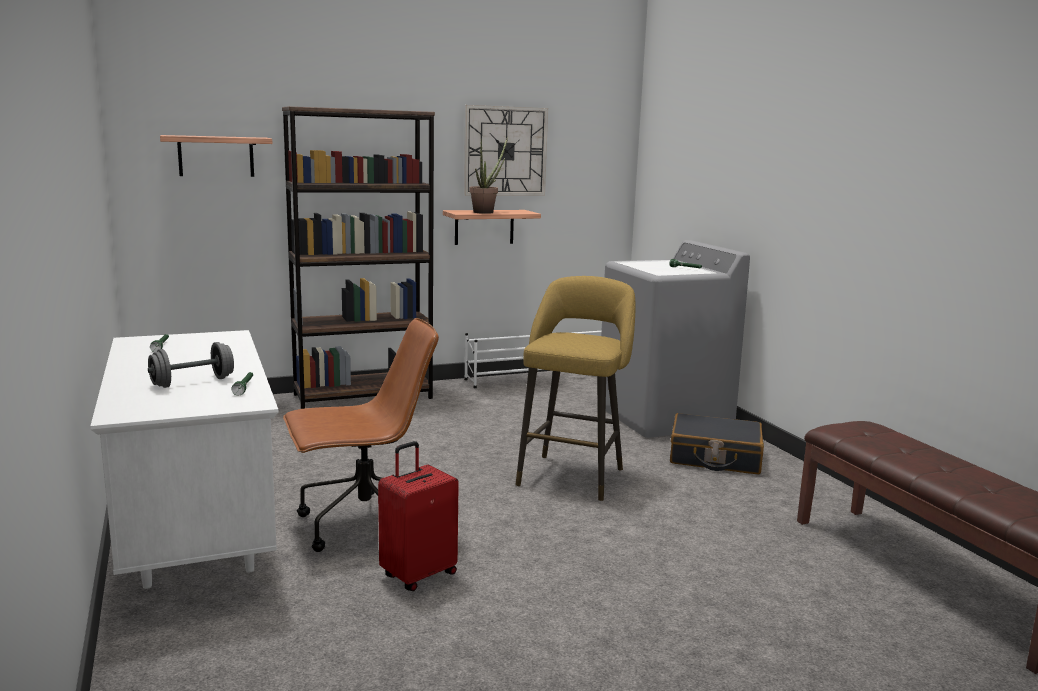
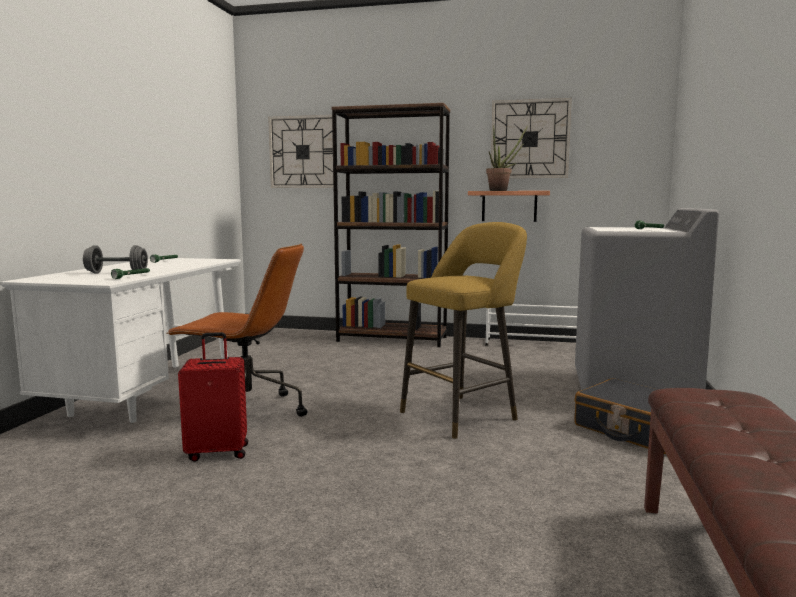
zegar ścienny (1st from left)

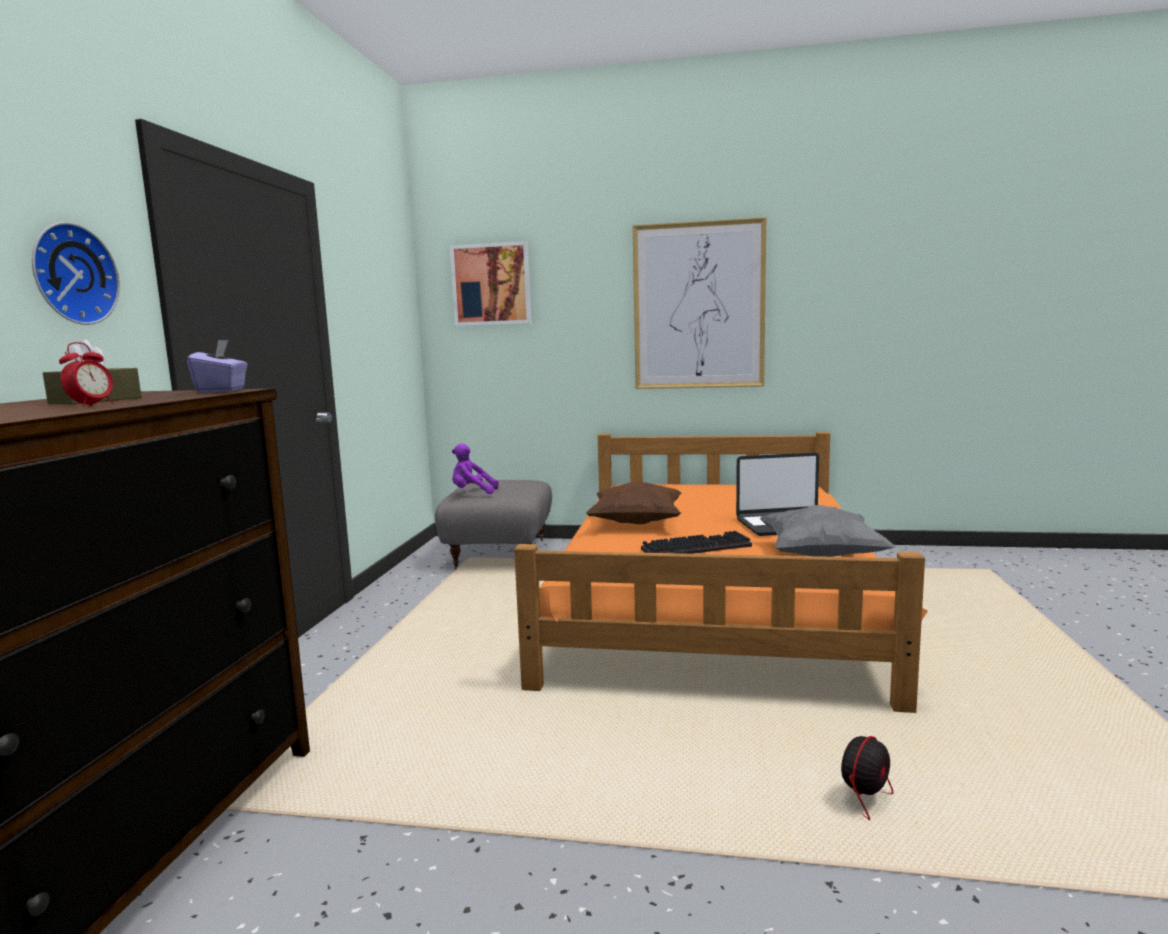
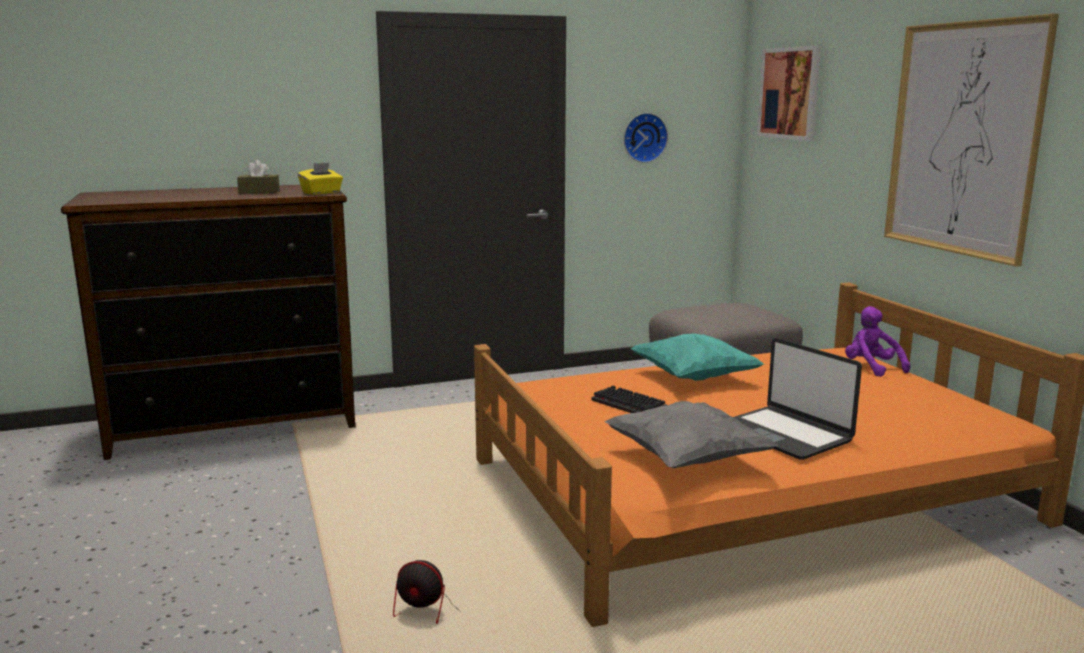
pudełko chusteczek [żółty]; zegar ścienny; poduszka [turkusowy]; pluszak [fioletowy]; budzik

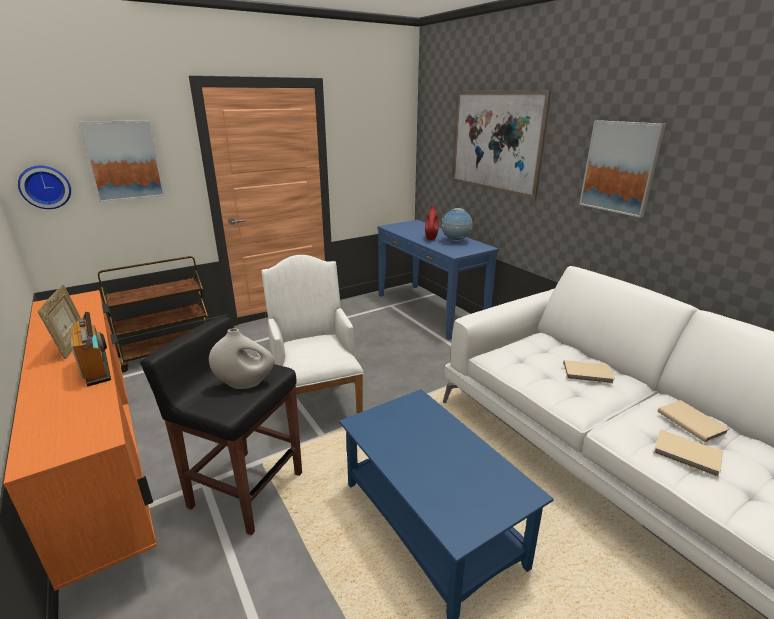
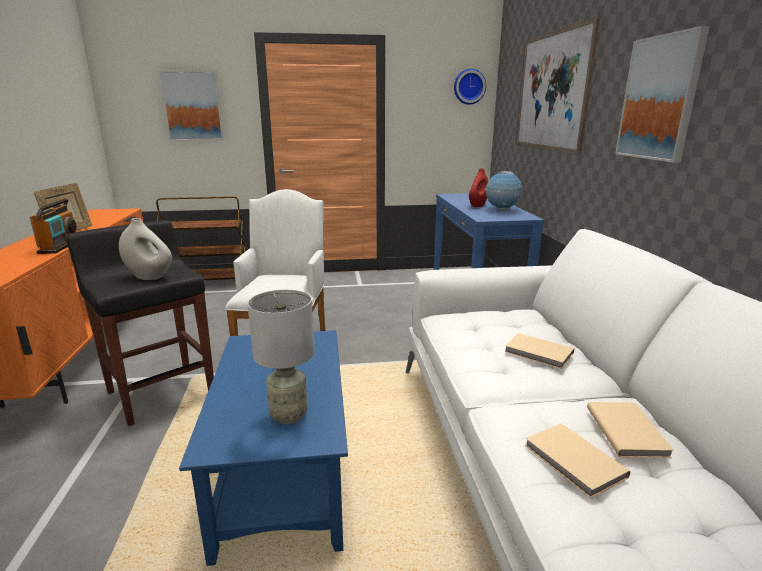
lampa stołowa [szary]; zegar ścienny

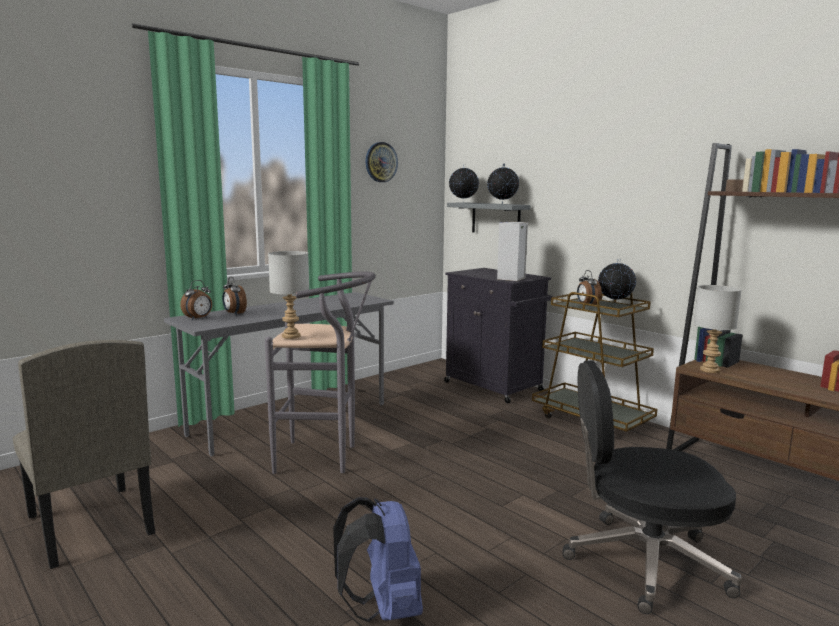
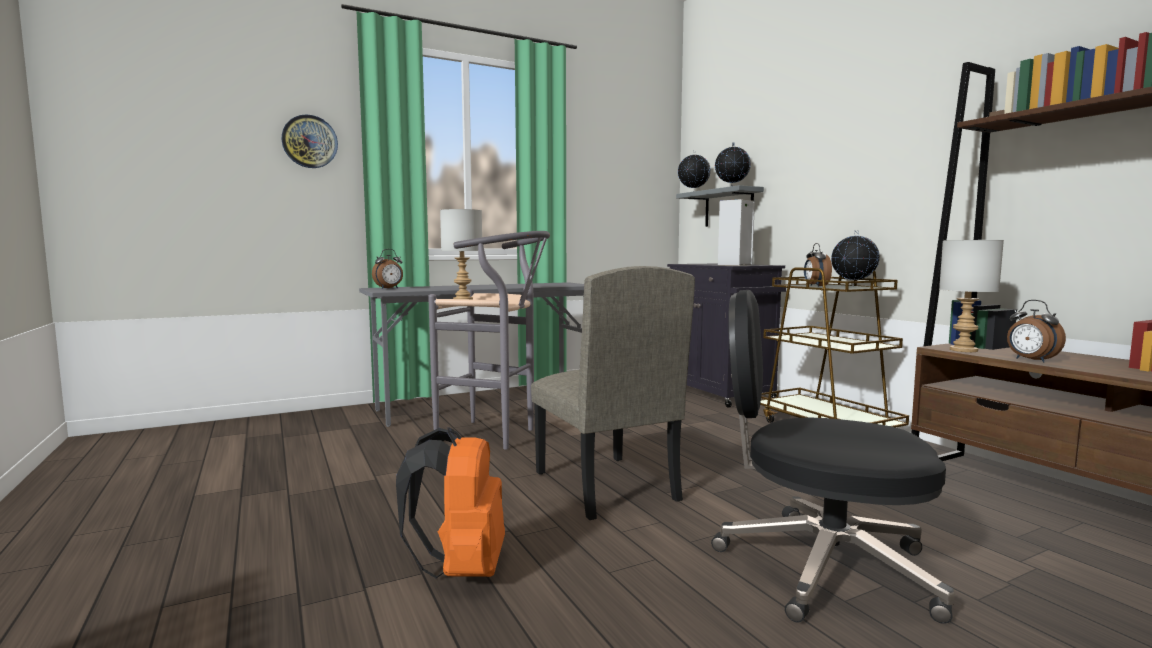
zegar ścienny; plecak [pomarańczowy]; krzesło [beżowy]; budzik (3rd from left)

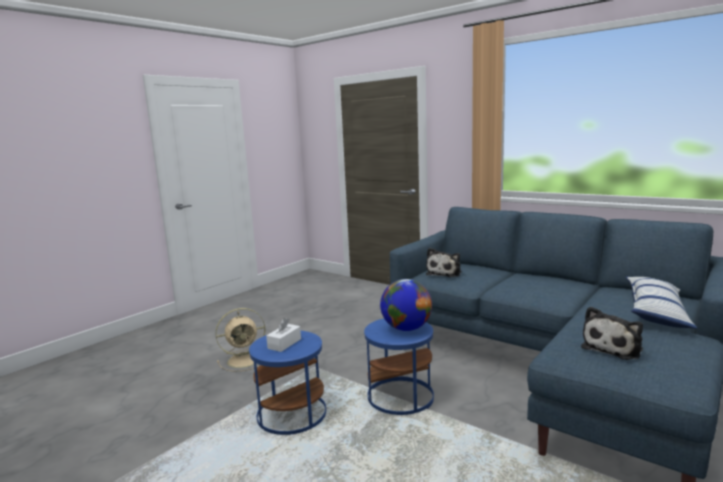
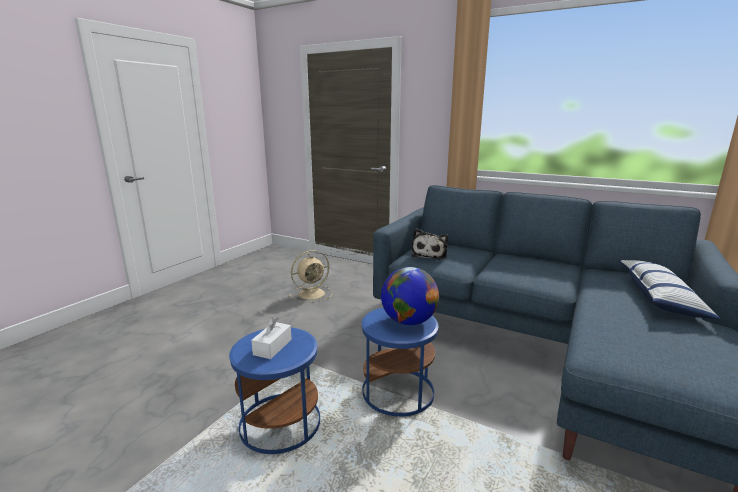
wentylator [beżowy]; pluszak (2nd from left in the first image)

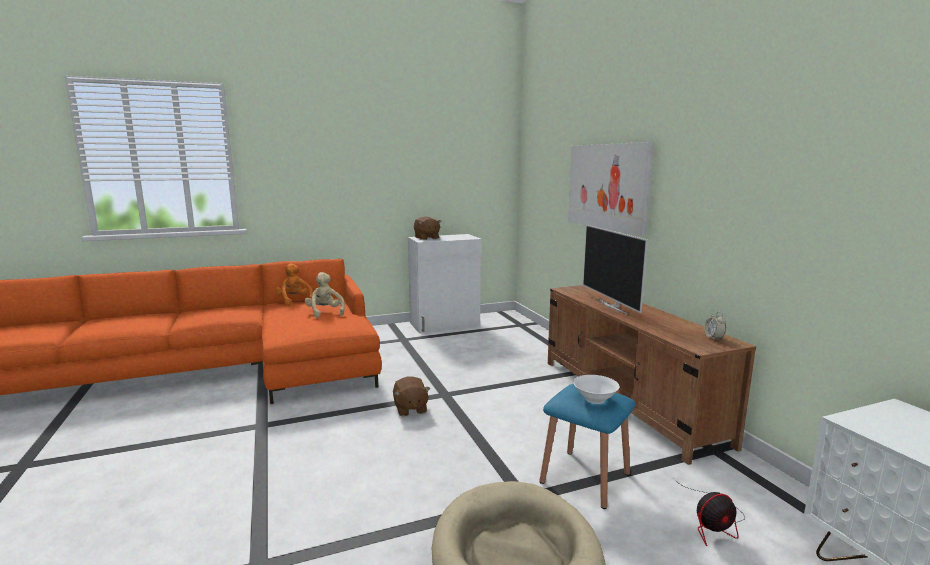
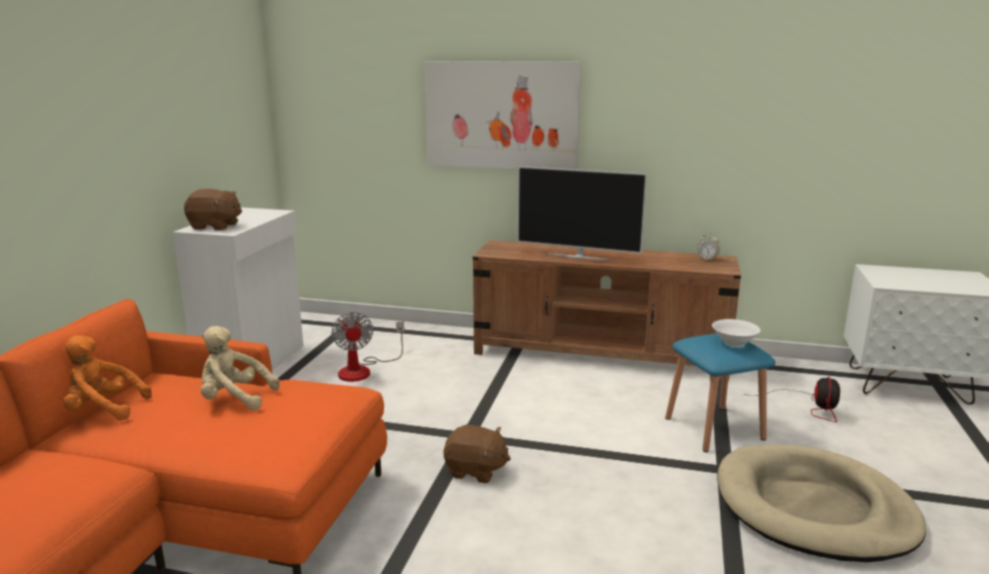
wentylator (1st from left)

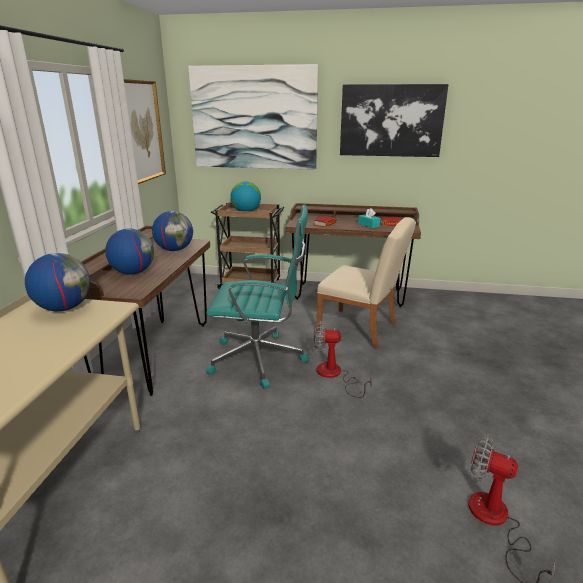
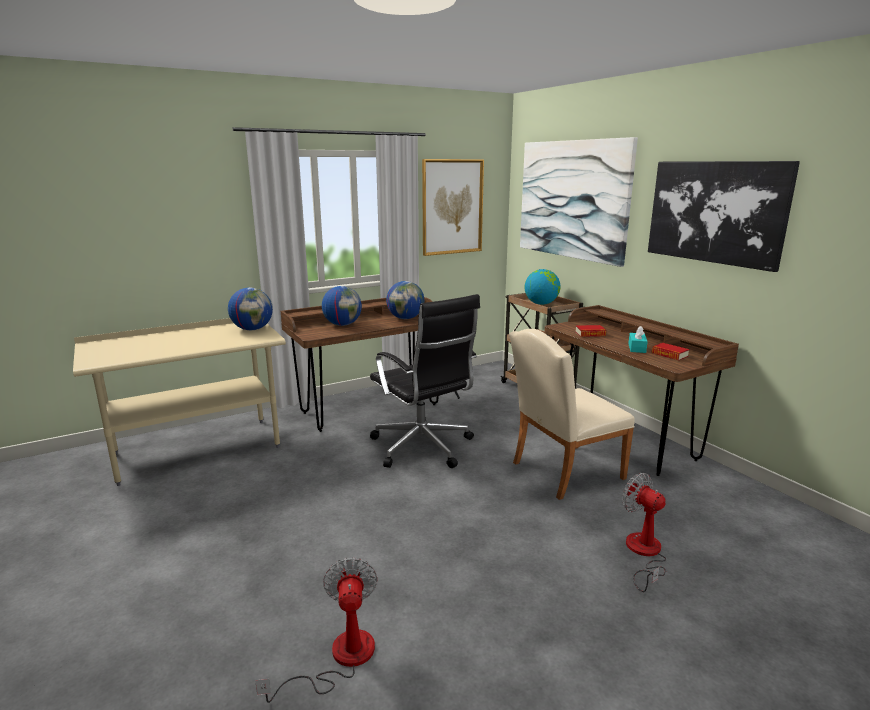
krzesło biurowe [czarny]; krzesło [beżowy]; wentylator (2nd from left)

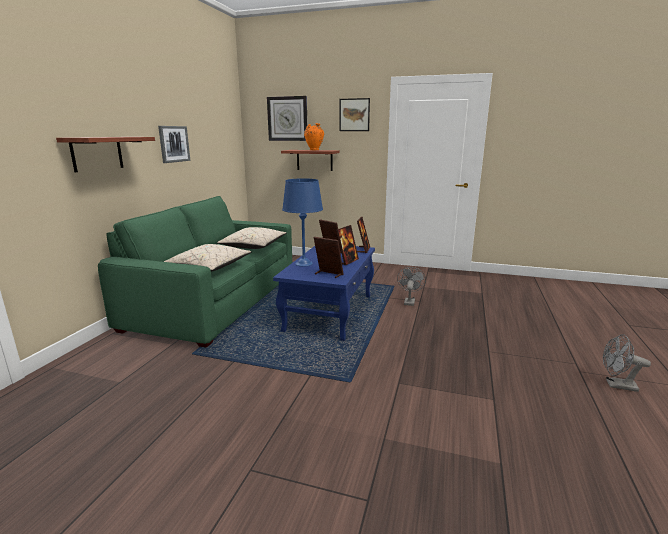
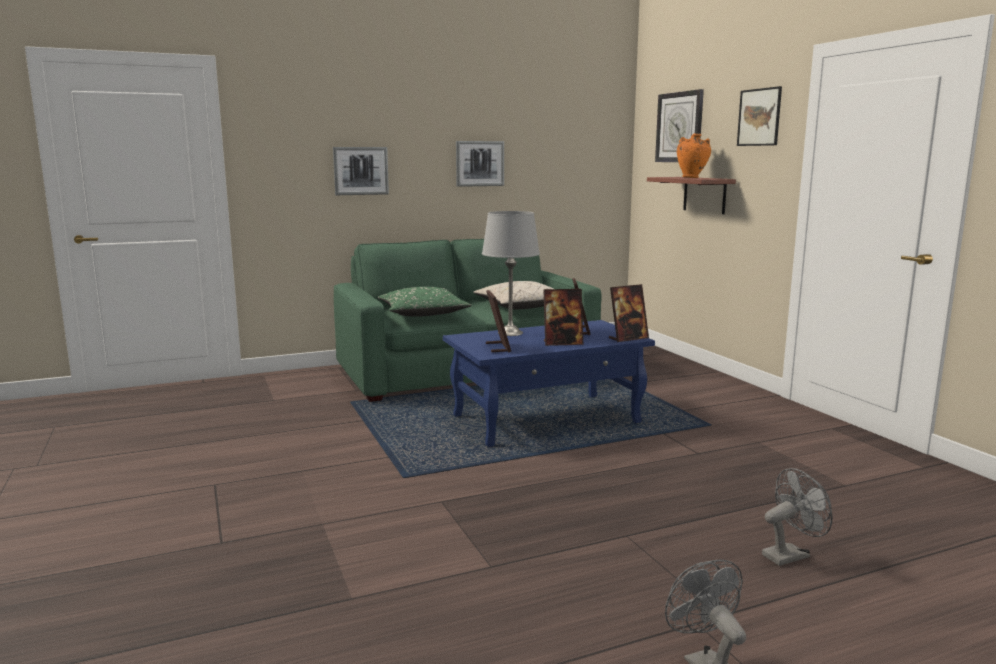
obraz (1st from left); poduszka [zielony]; lampa stołowa [szary]; wentylator [szary] (2nd from left)

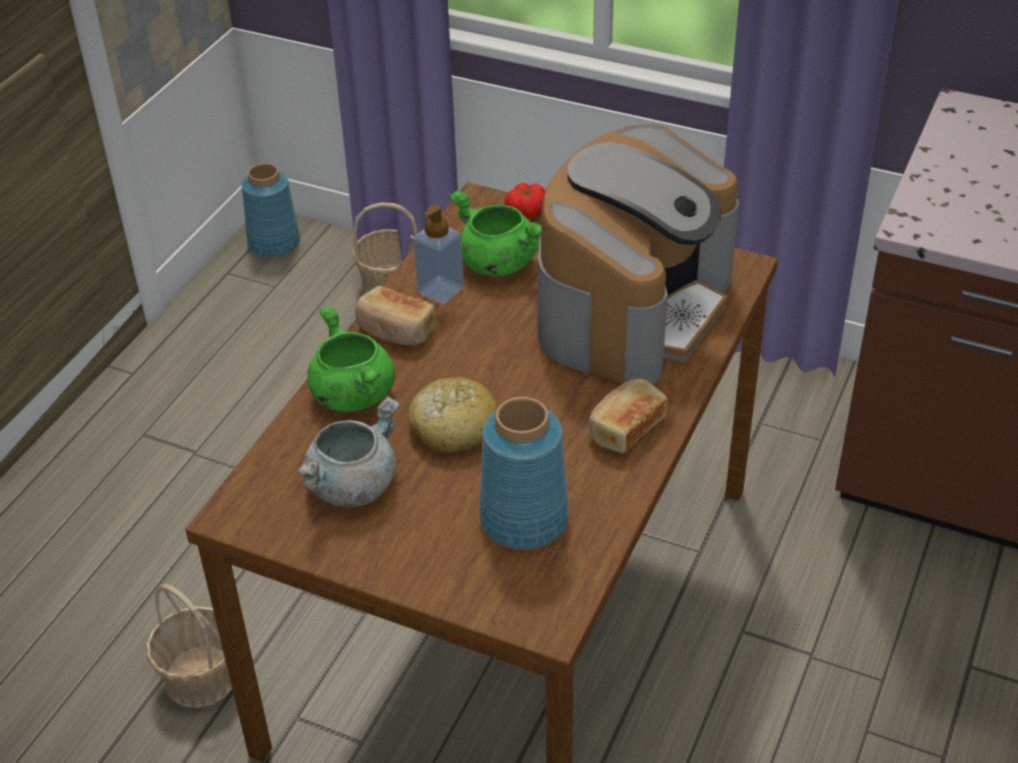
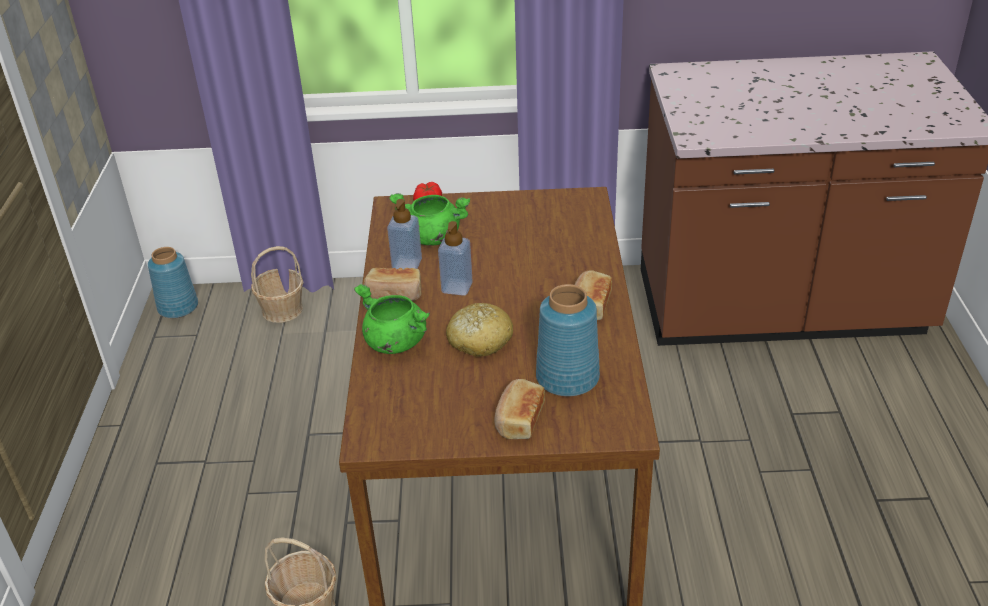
dozownik mydła (2nd from left); chleb (3rd from left); garnek [szary]; ekspres do kawy

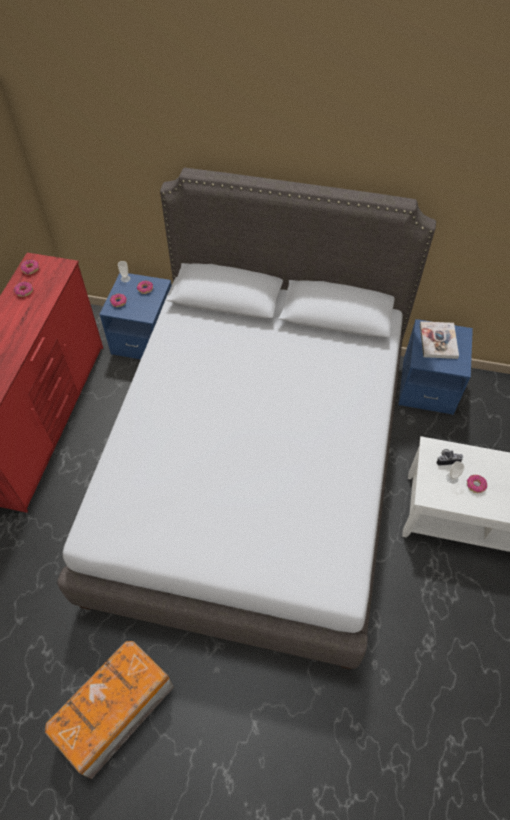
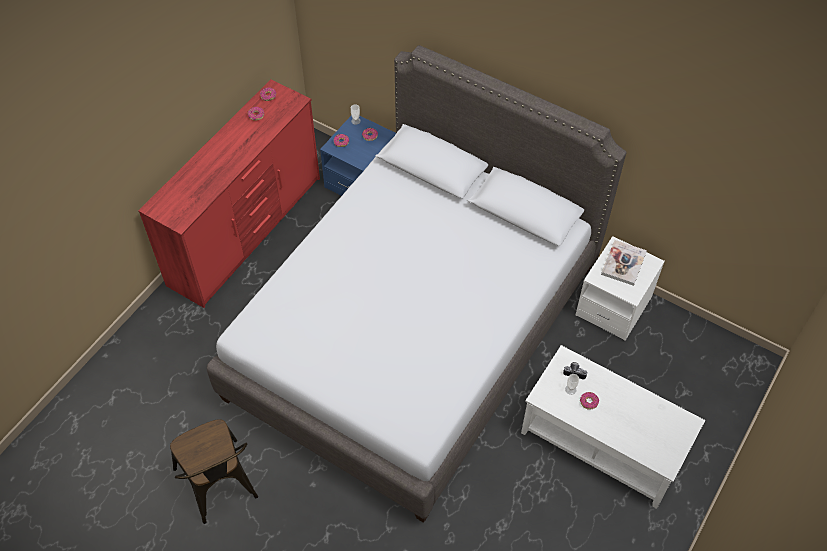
krzesło [brązowy]; szafka nocna [biały]

